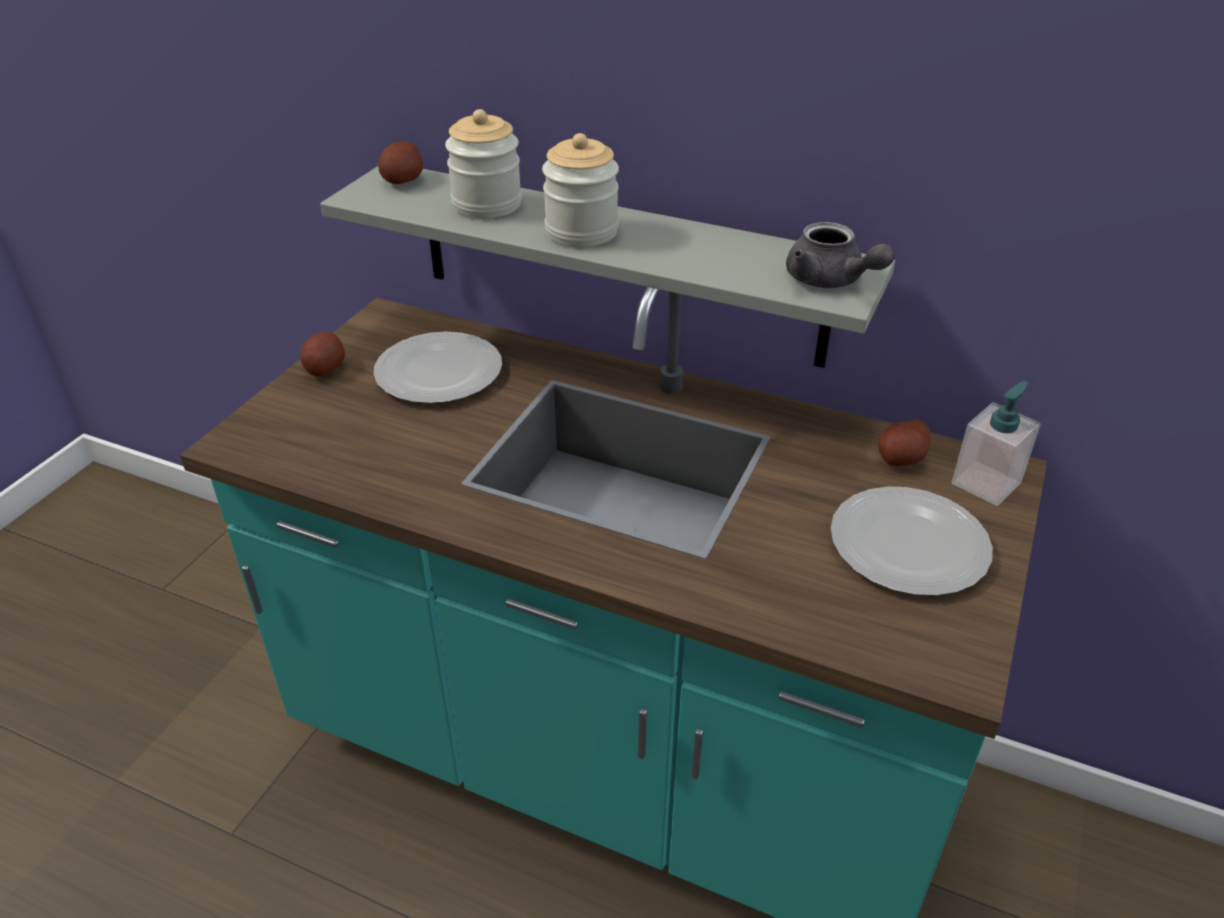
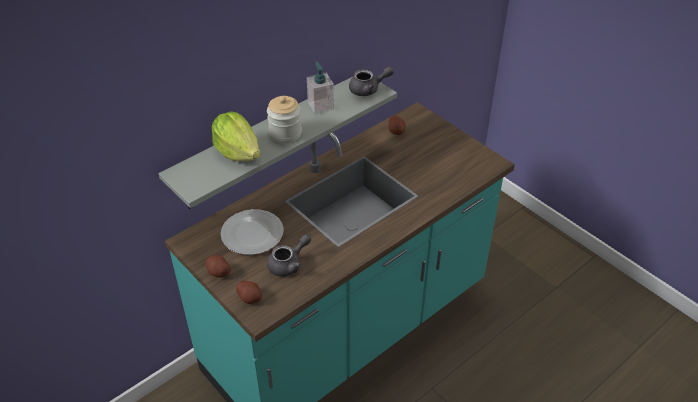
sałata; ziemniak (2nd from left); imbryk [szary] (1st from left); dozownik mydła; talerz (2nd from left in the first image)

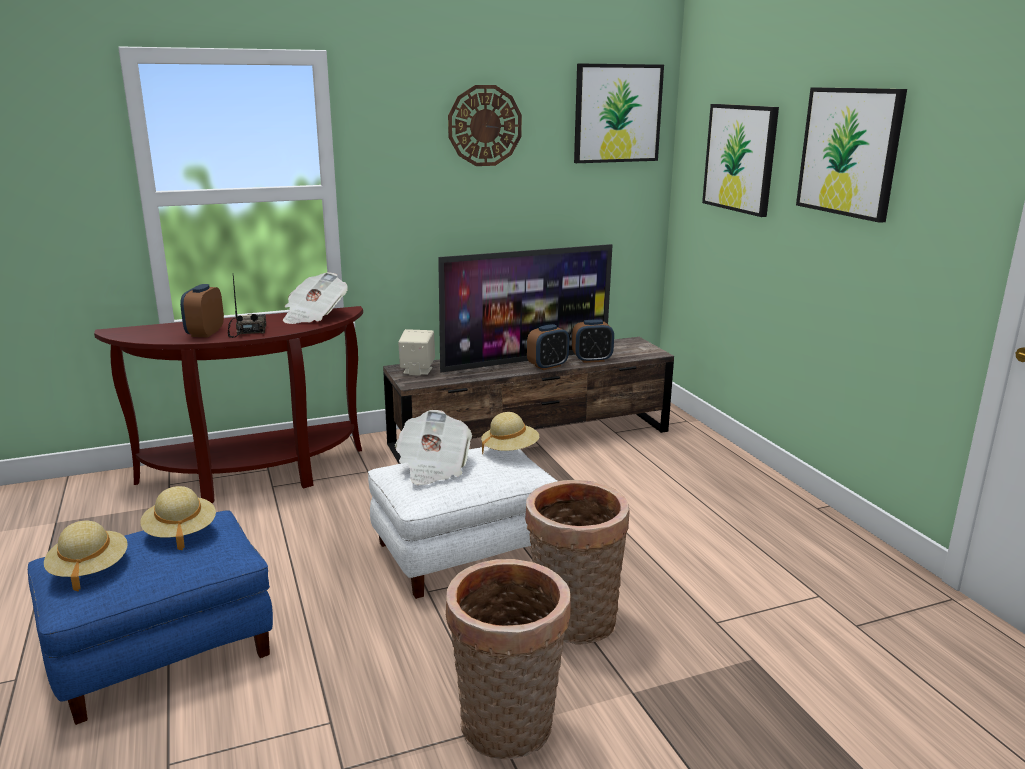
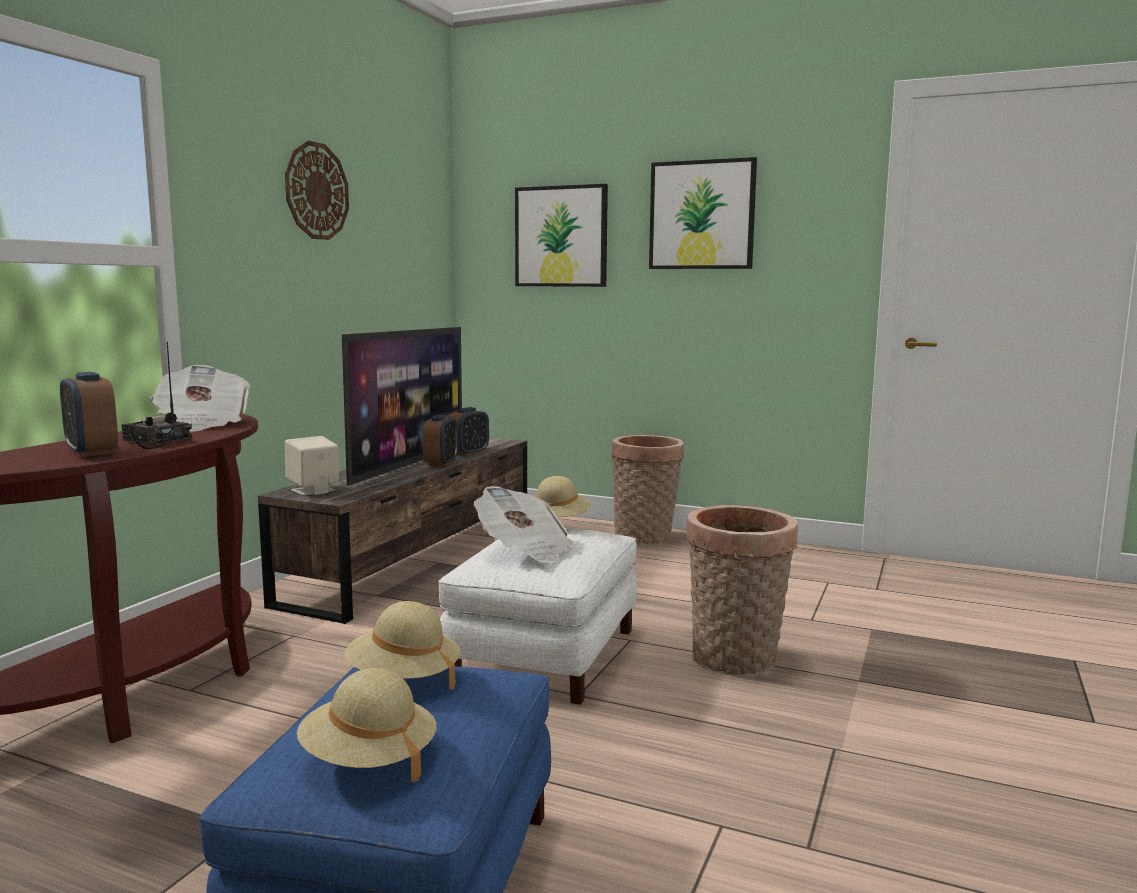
koszyk (1st from left); obraz (1st from left in the first image)

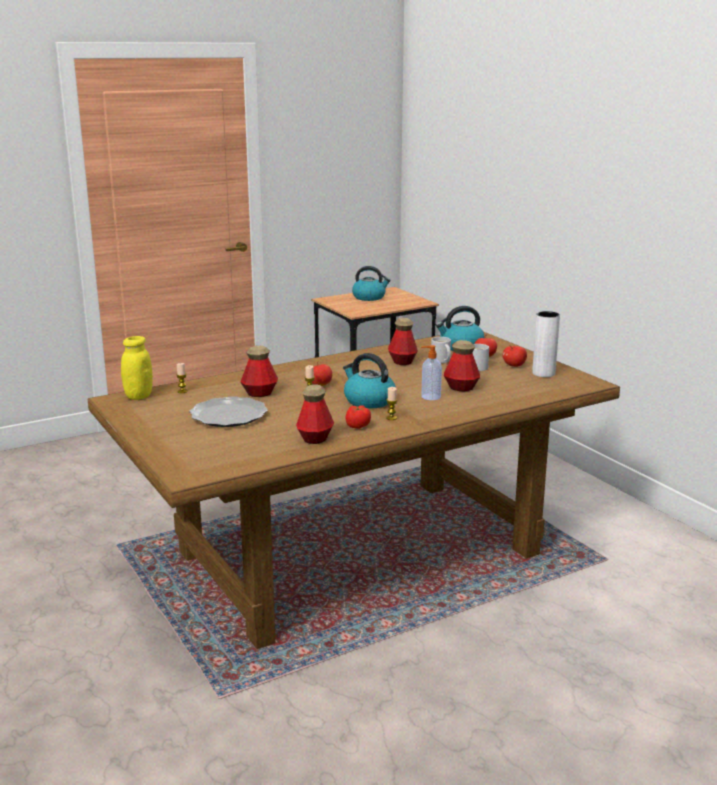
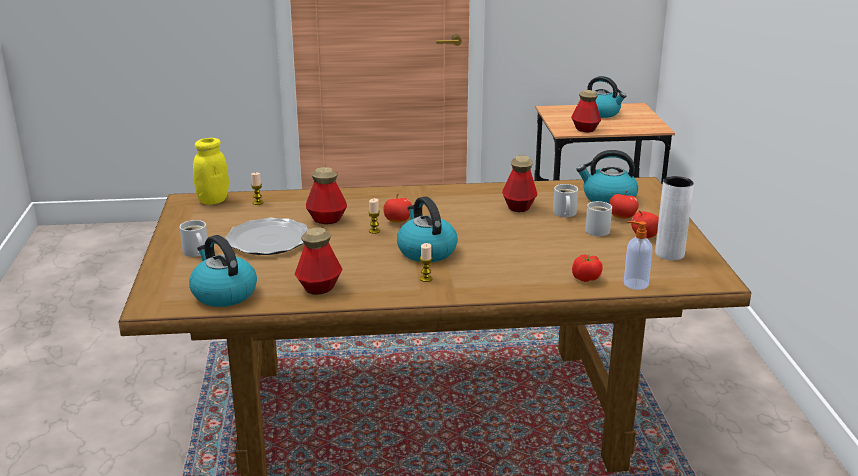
kubek [biały] (1st from left); czajnik (1st from left); butelka (4th from left); pomidor; dozownik mydła

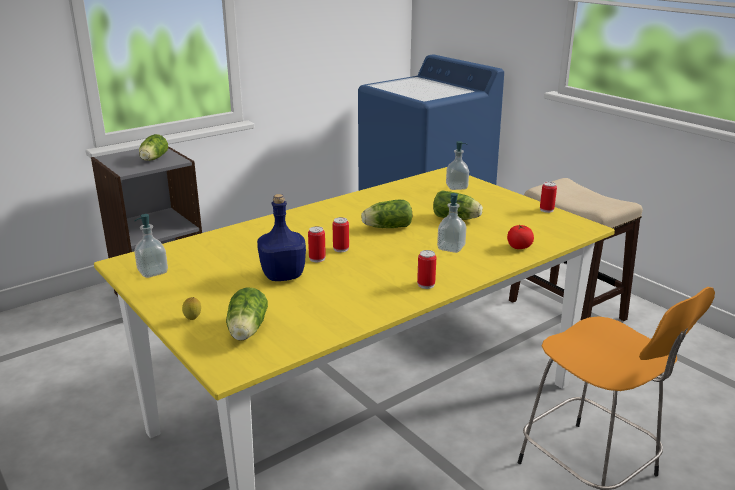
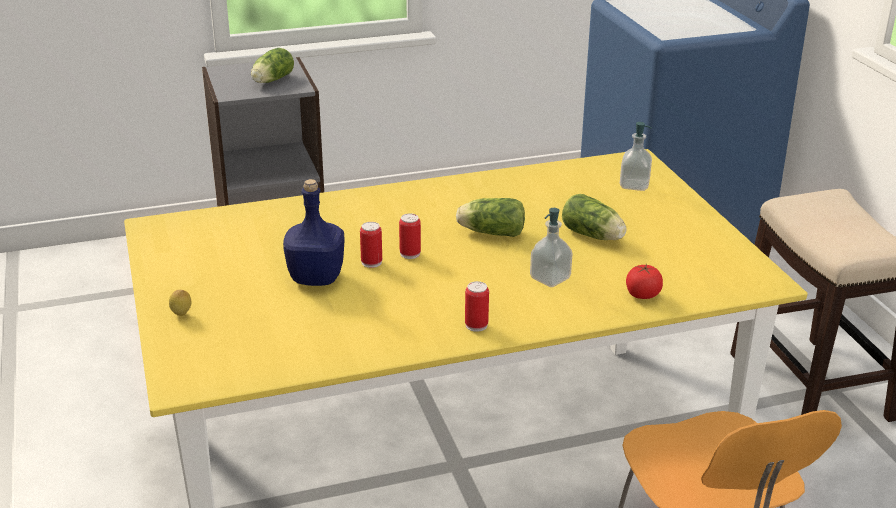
dozownik mydła (1st from left in the first image); sałata (2nd from left in the first image); puszka (4th from left in the first image)

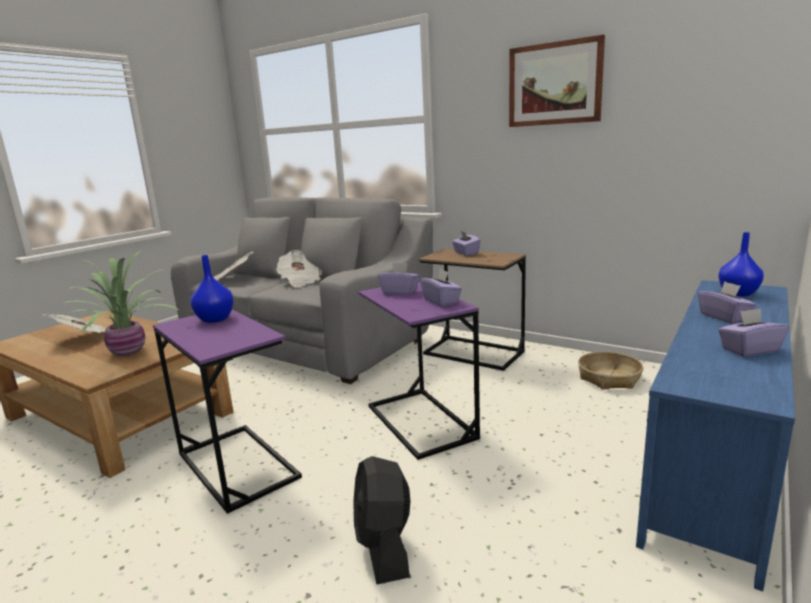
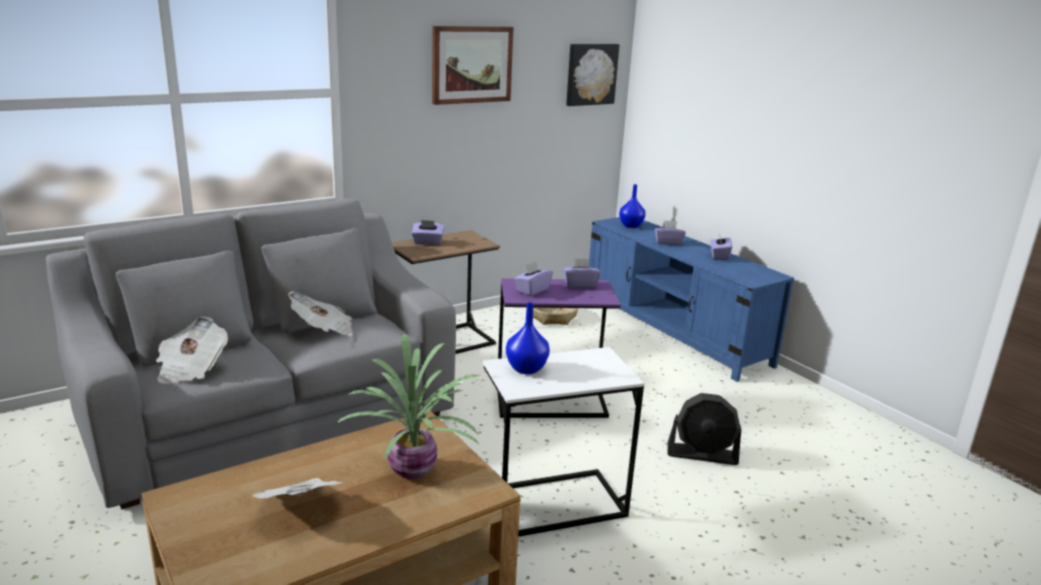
stolik [biały]; obraz (2nd from left)

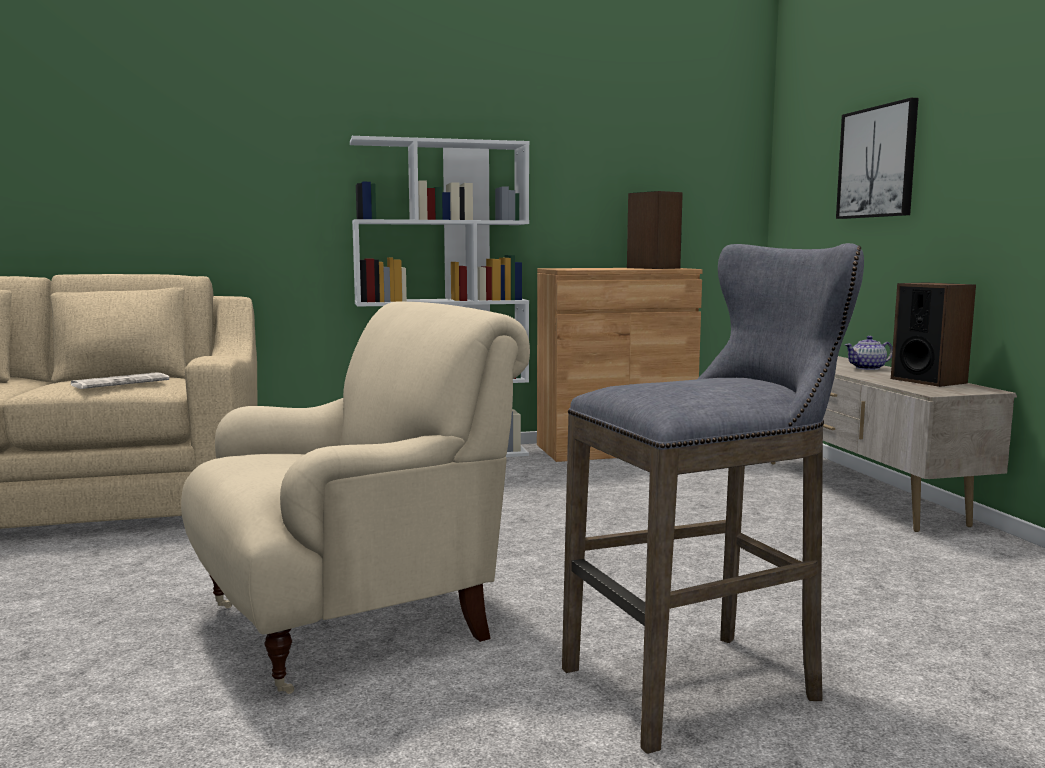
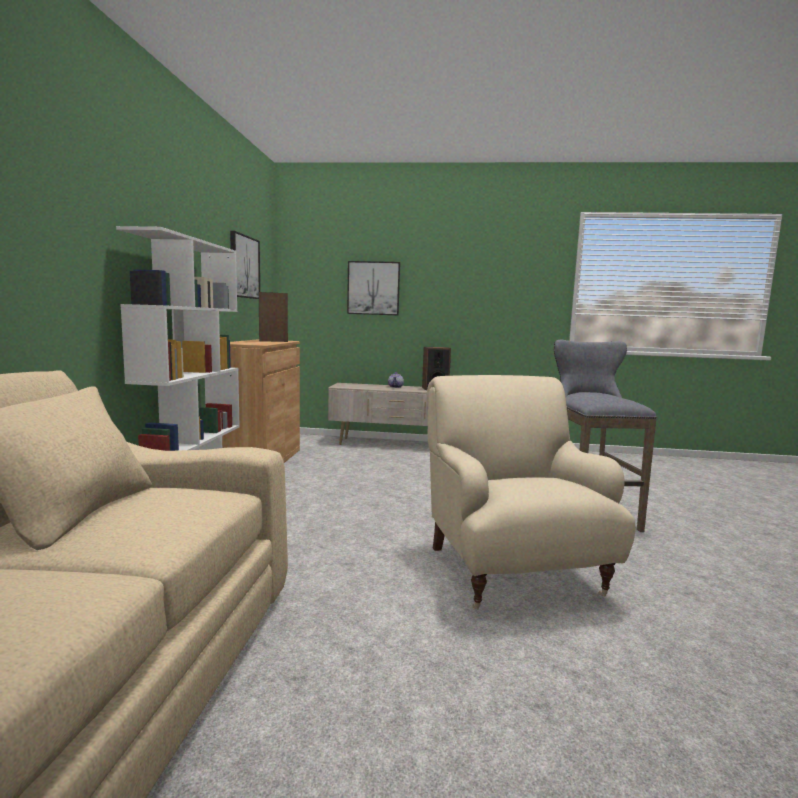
obraz (1st from left); gazeta

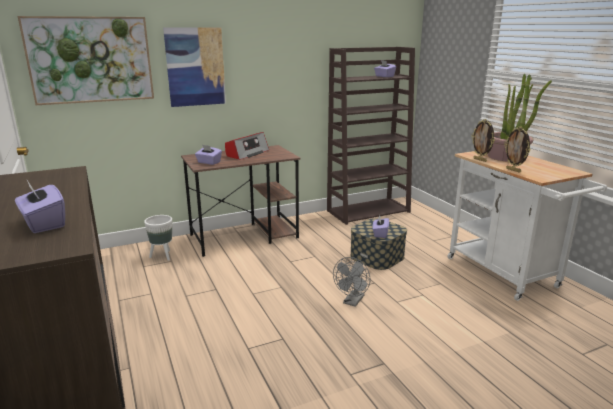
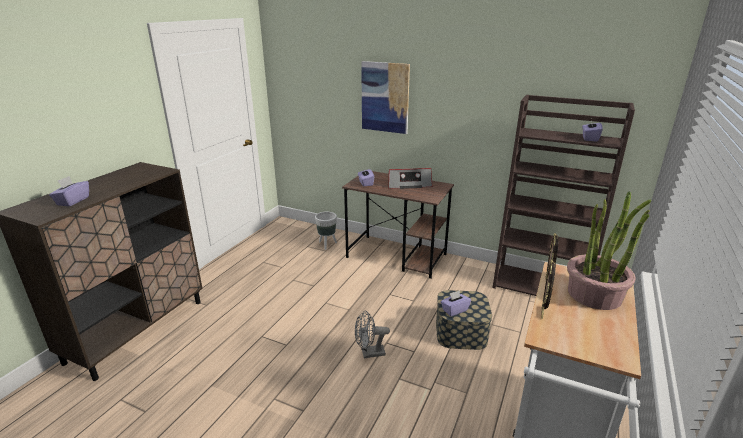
obraz (1st from left in the first image)

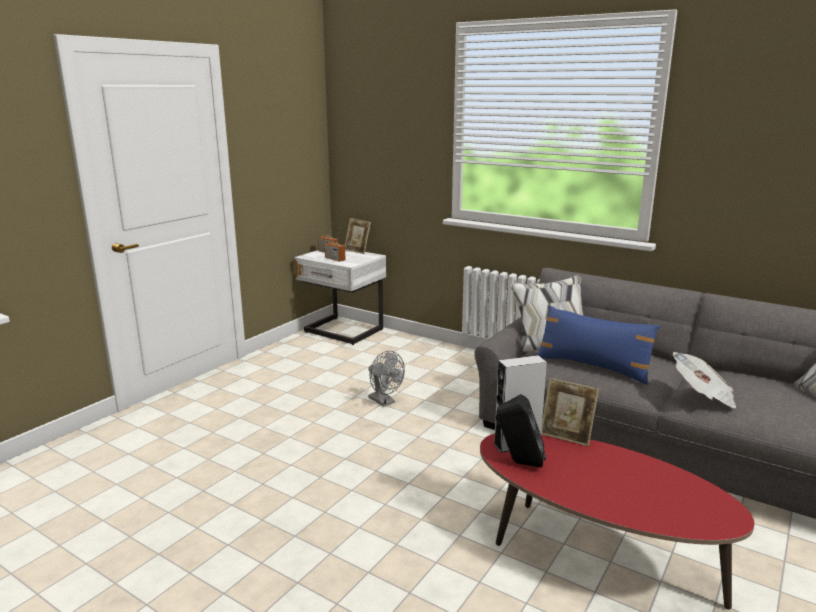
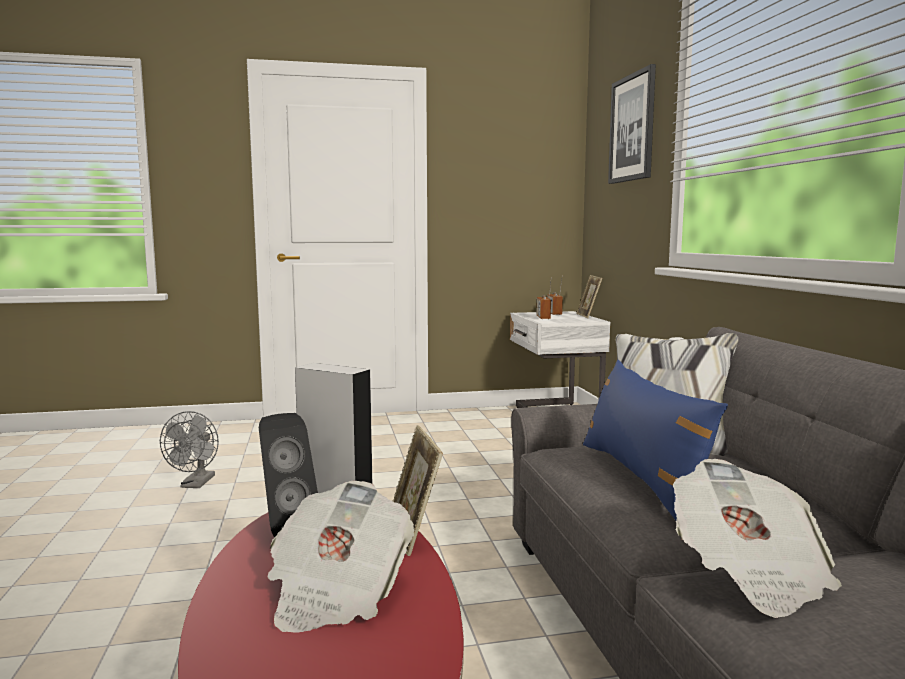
wentylator [szary]; gazeta (1st from left); obraz

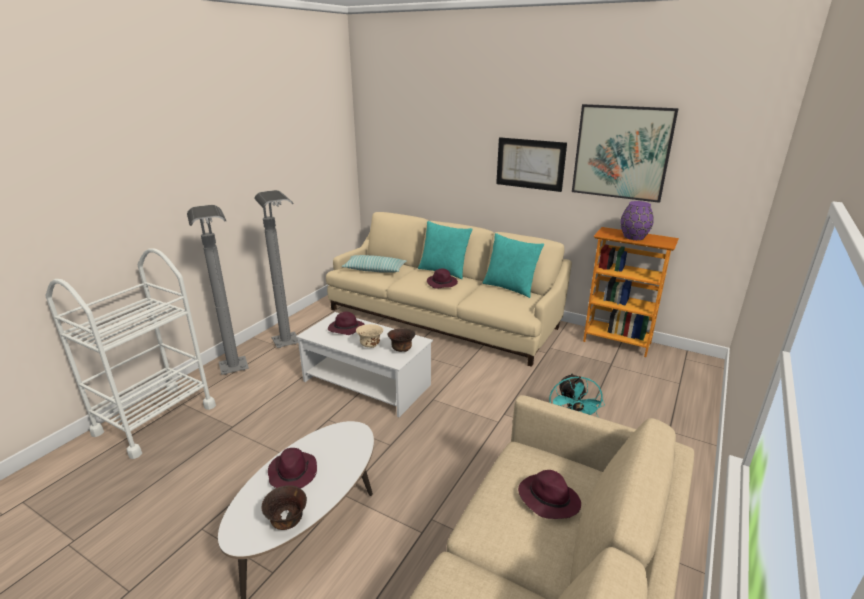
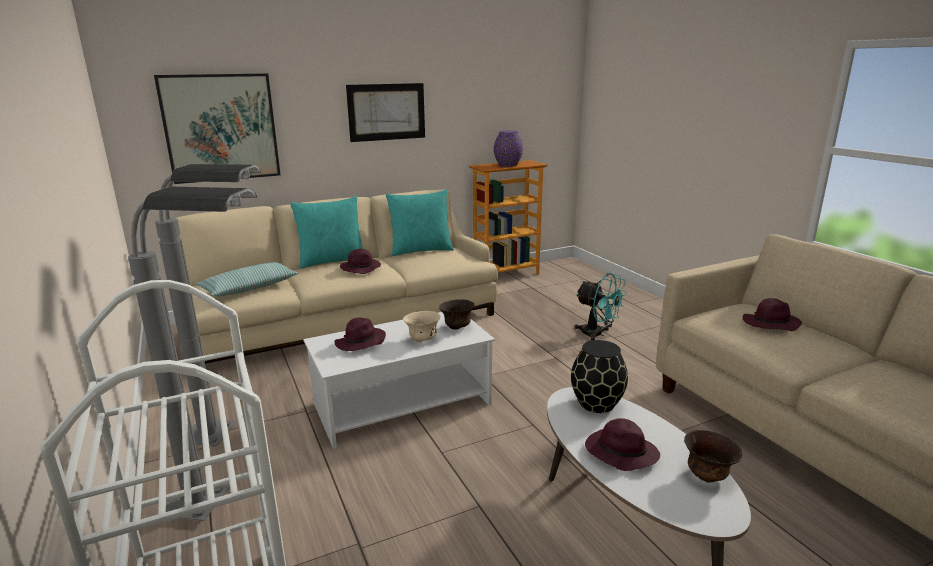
obraz (1st from left); wazon [czarny]

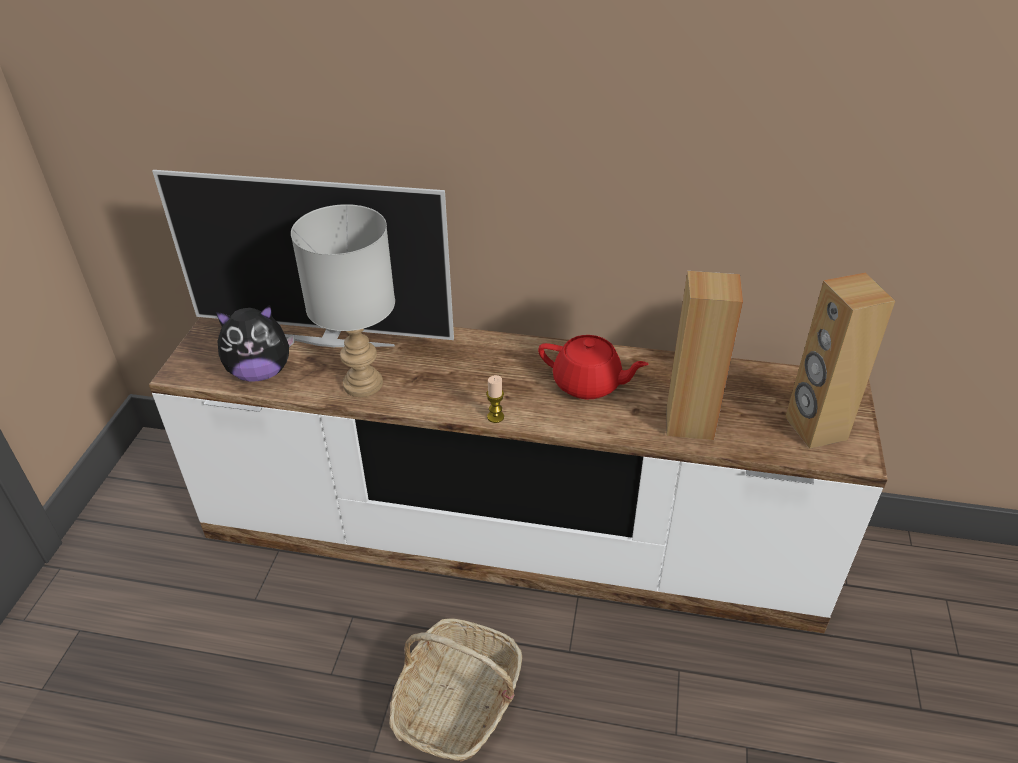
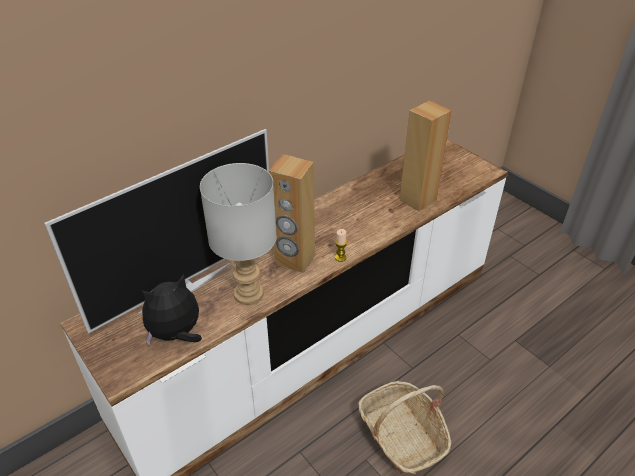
pluszak; głośnik [brązowy] (1st from left); imbryk [czerwony]

